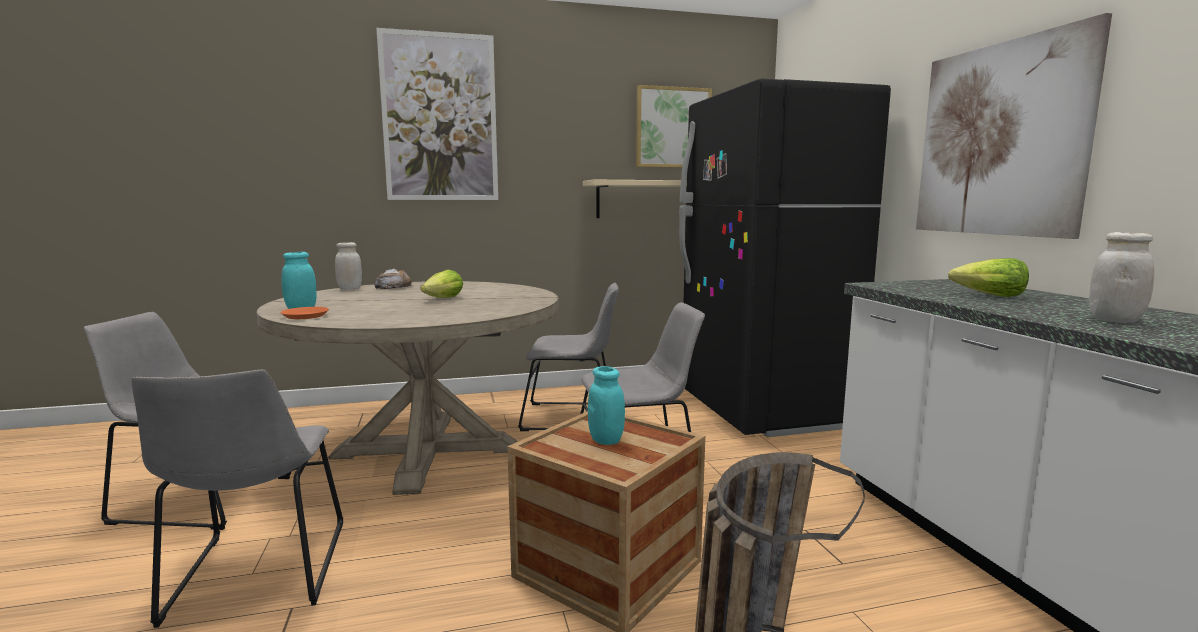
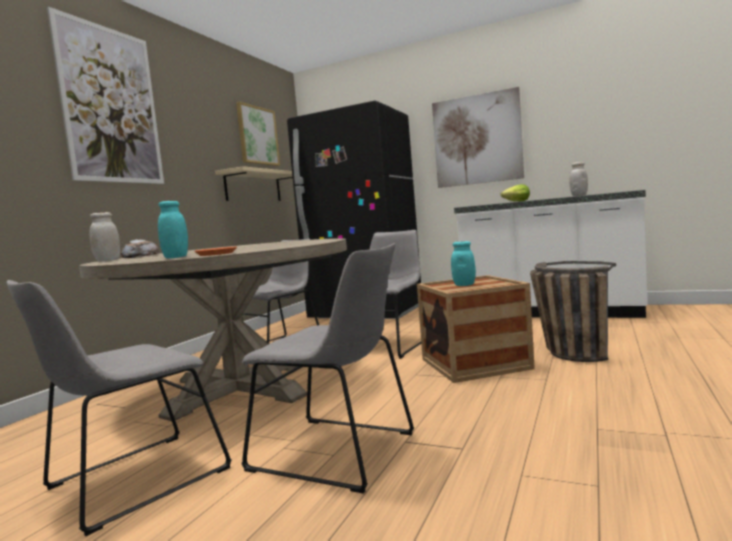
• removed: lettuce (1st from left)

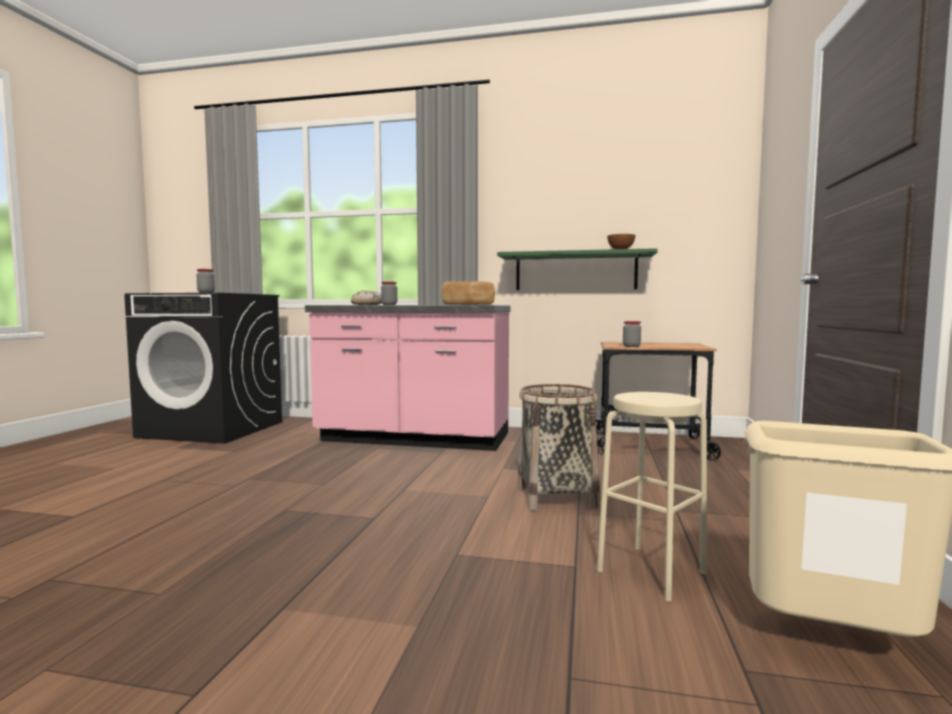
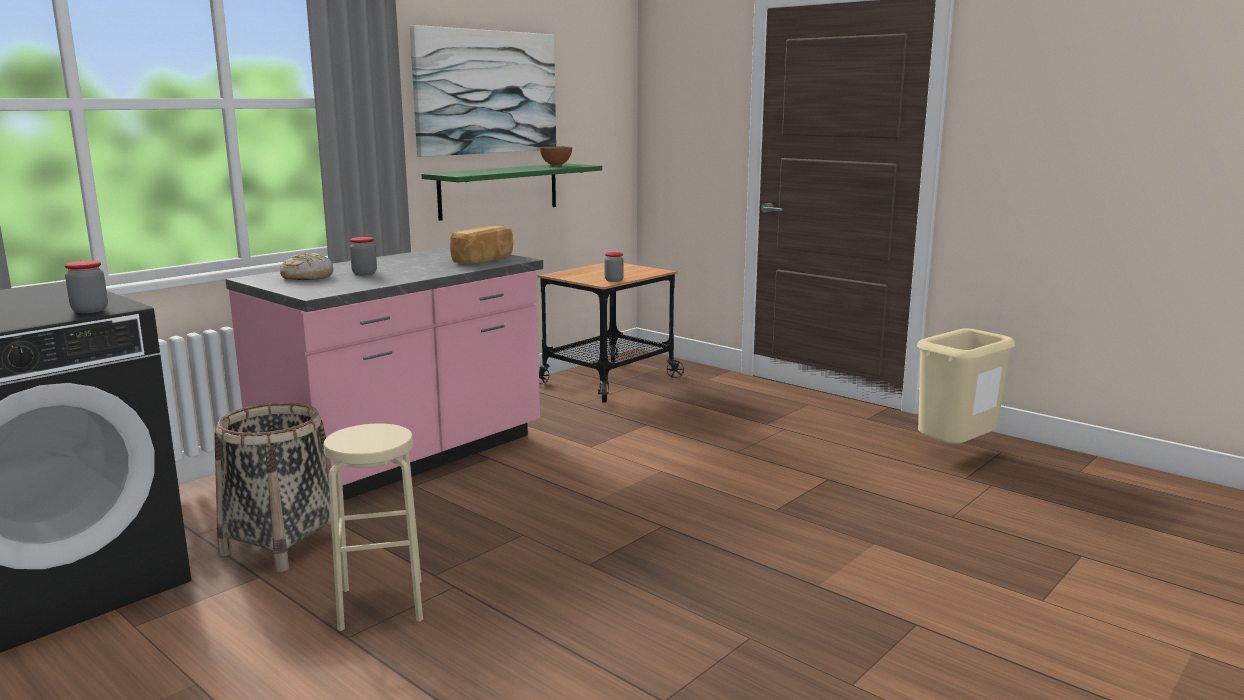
• moved: basket
• moved: stool in beige
• added: picture

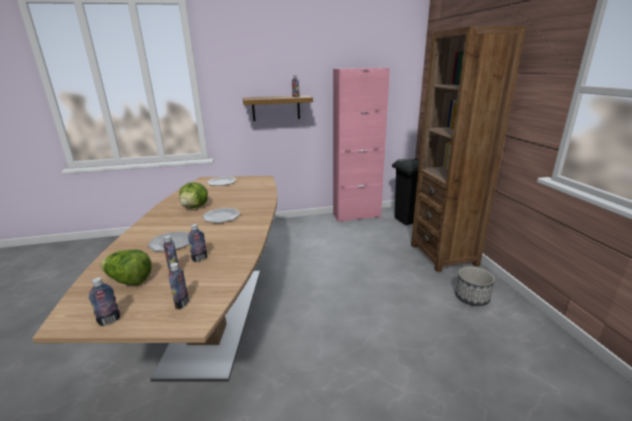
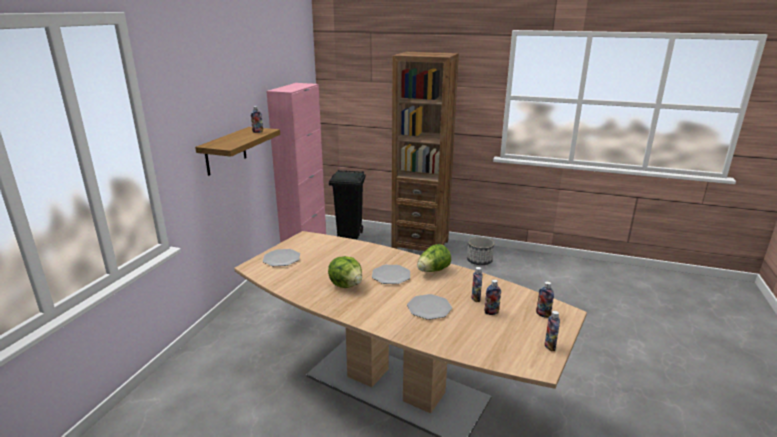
• moved: lettuce (1st from left in the first image) to lettuce (2nd from left)

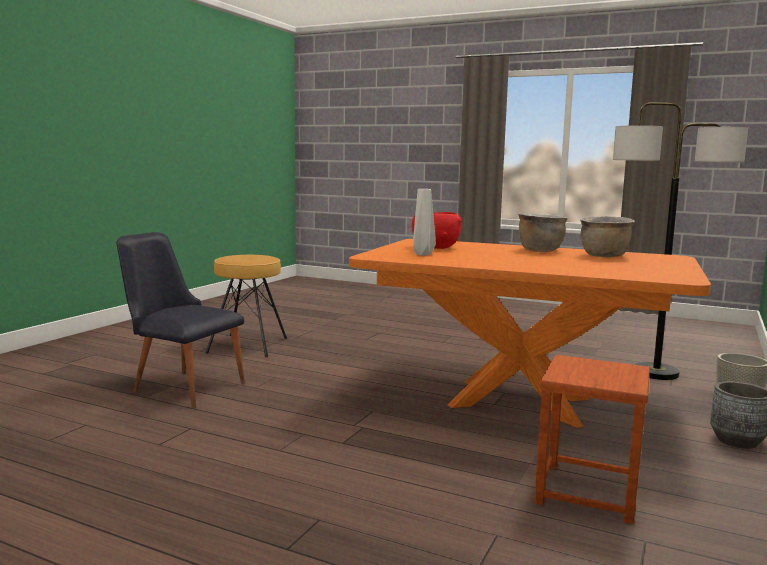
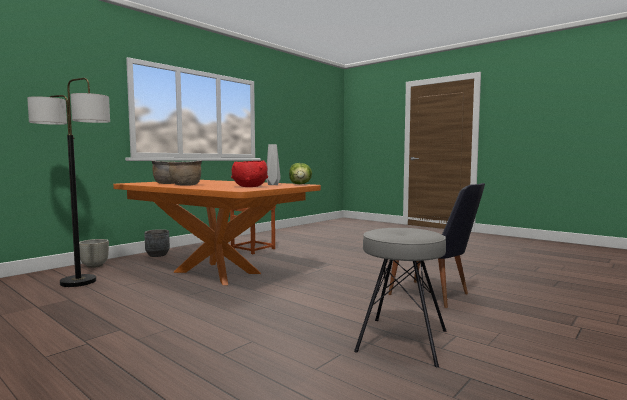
• added: lettuce
• recoloured: stool in brown (1st from left) to stool in grey

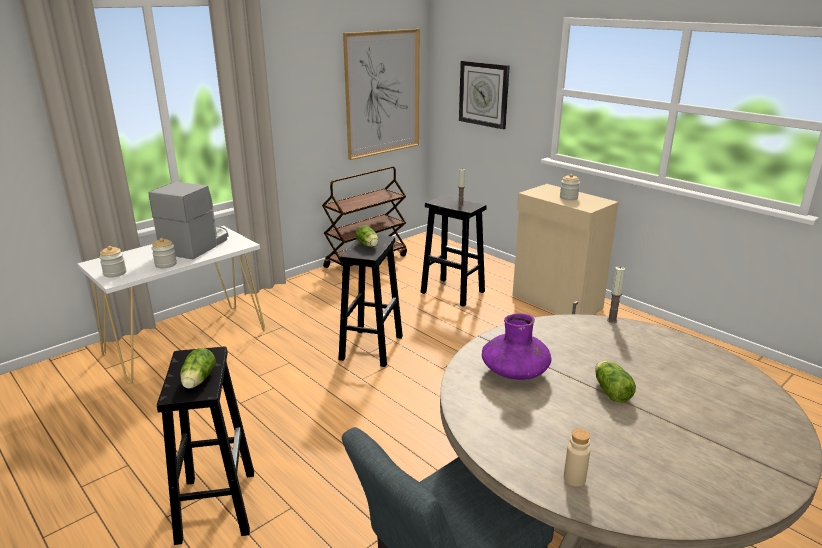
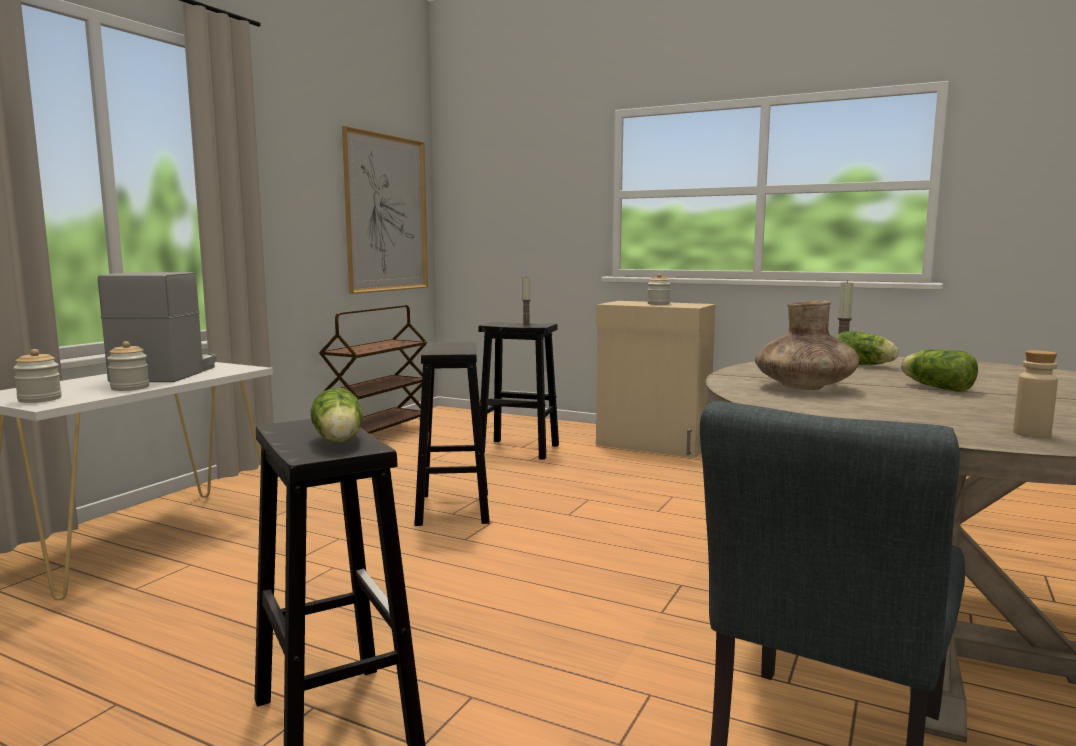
• recoloured: vase in purple to vase in brown
• moved: lettuce (2nd from left)
• removed: wall clock

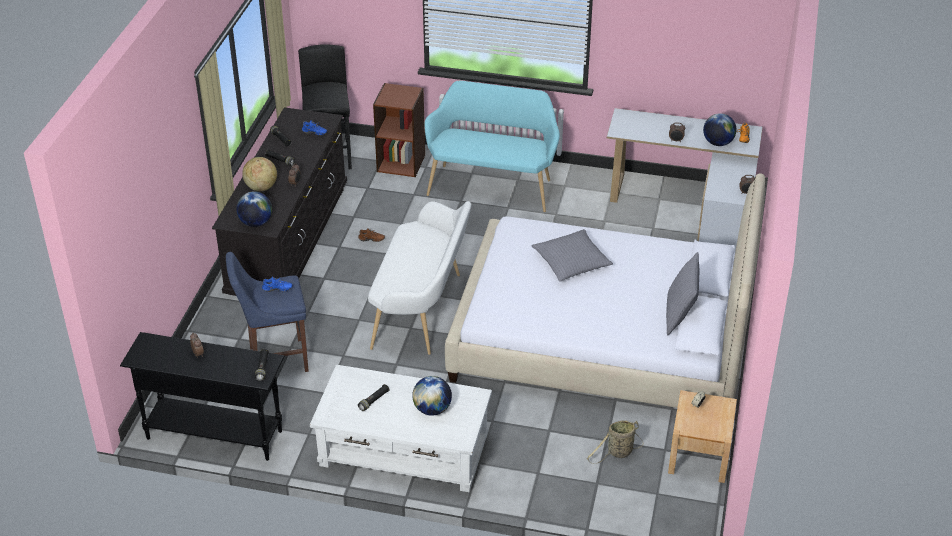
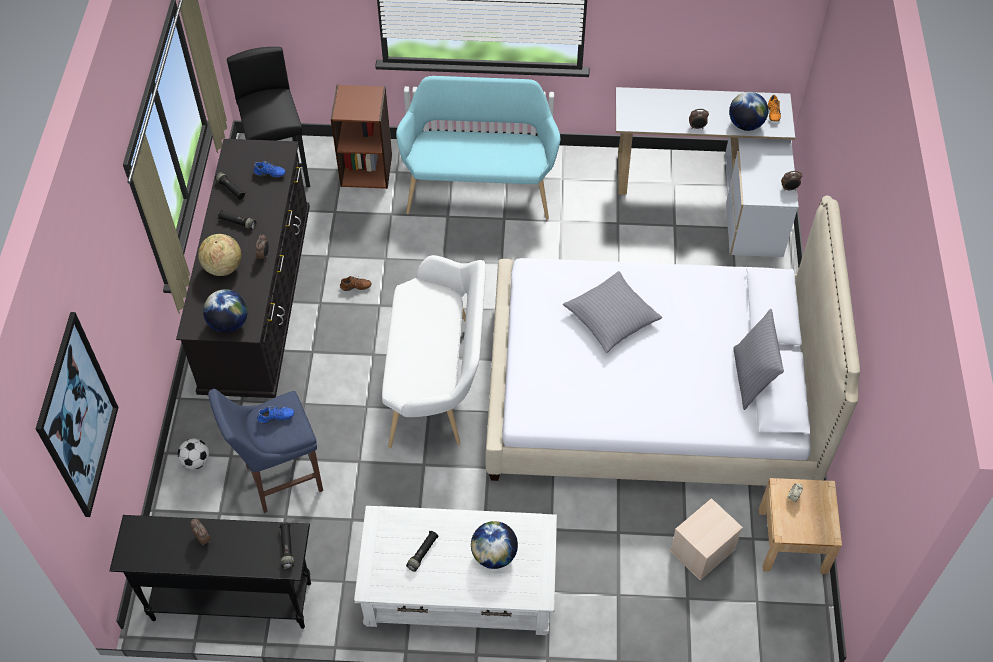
• added: picture
• added: football
• replaced: basket to storage box in beige

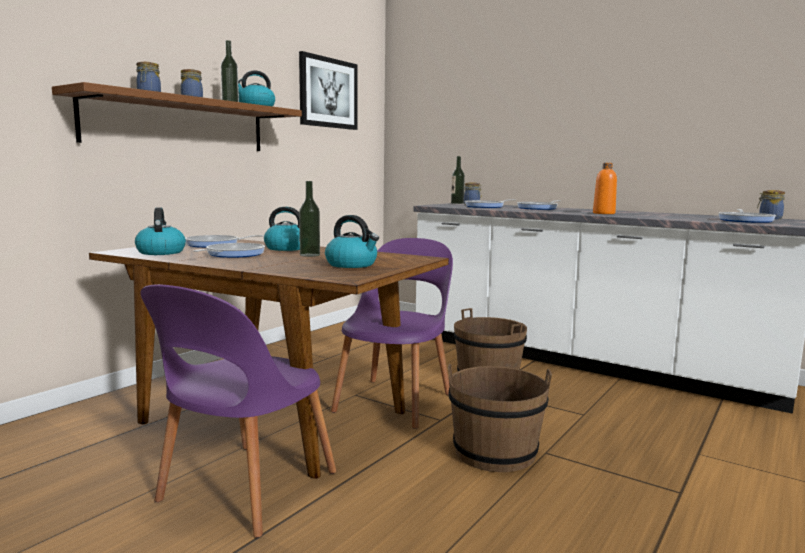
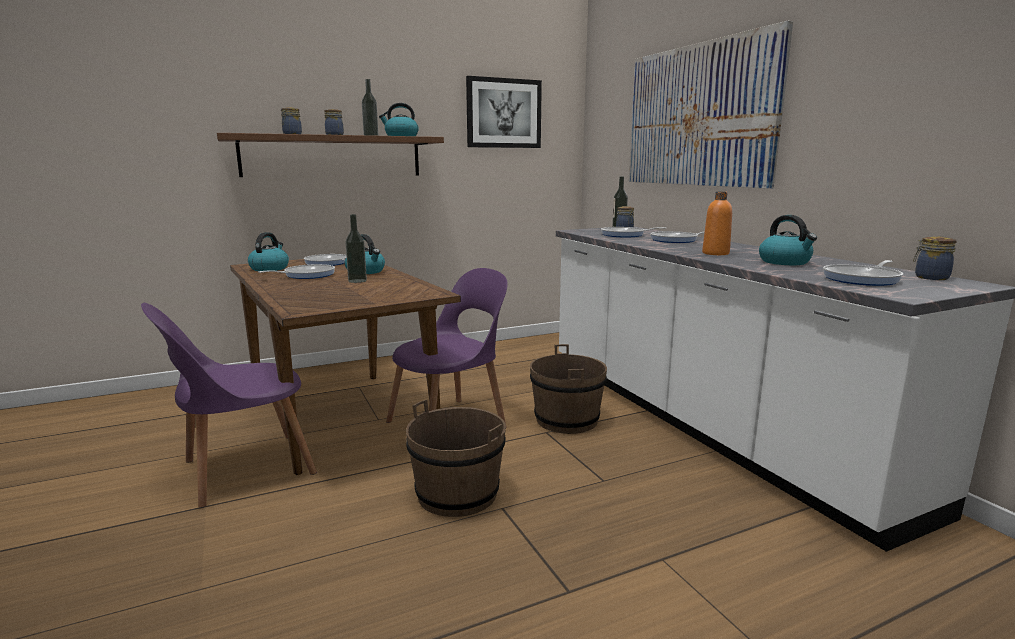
• added: picture (2nd from left)
• moved: kettle (4th from left)

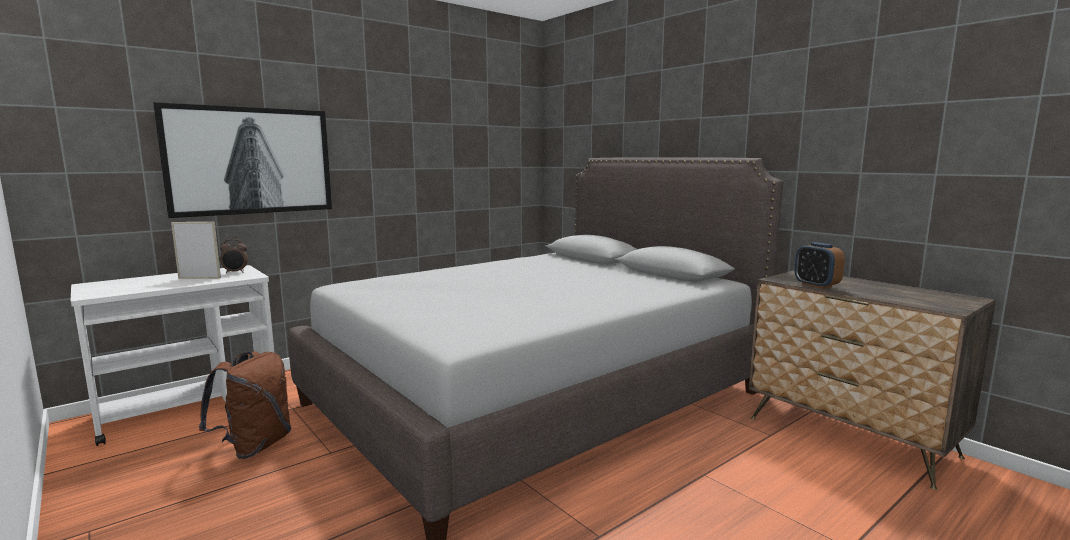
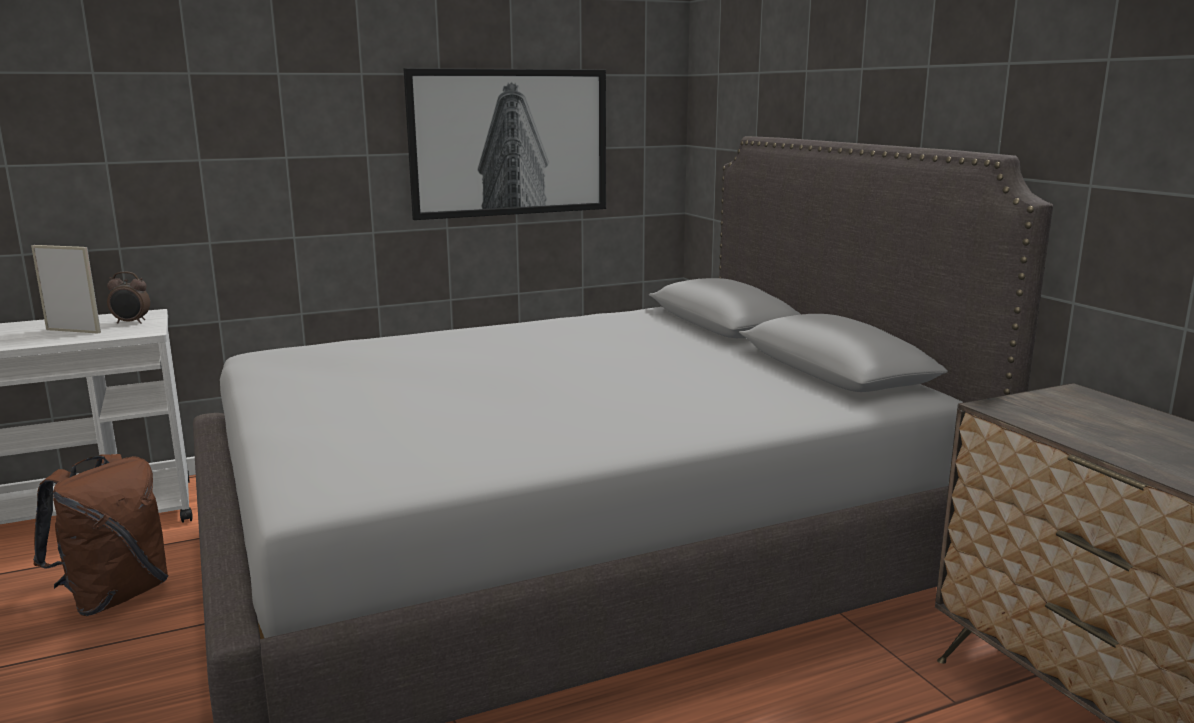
• moved: picture
• removed: alarm clock (2nd from left)

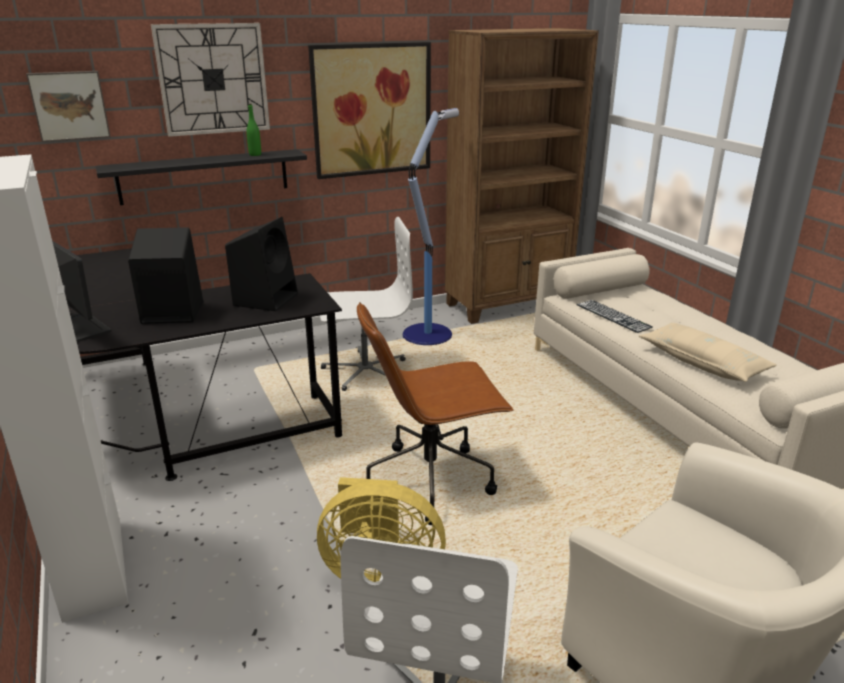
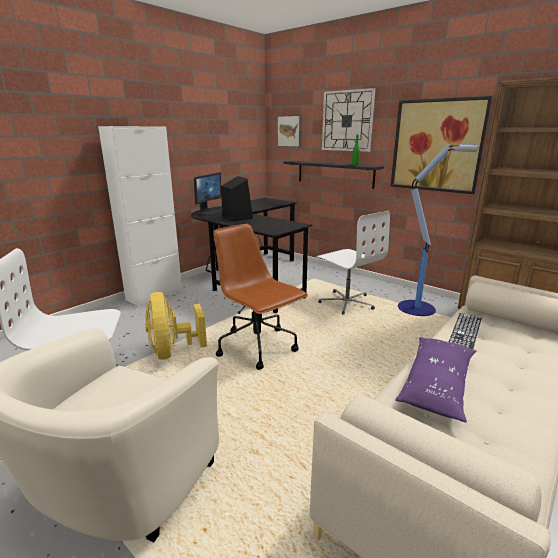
• recoloured: pillow in beige to pillow in purple
• removed: speaker in black (2nd from left)

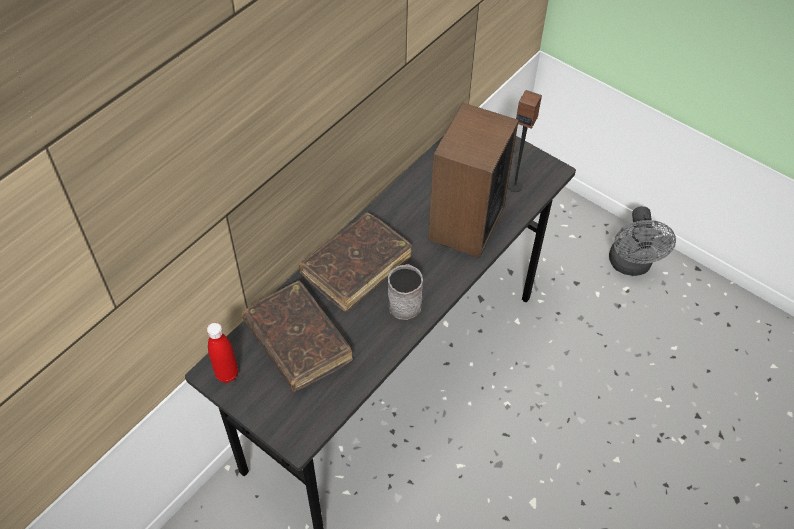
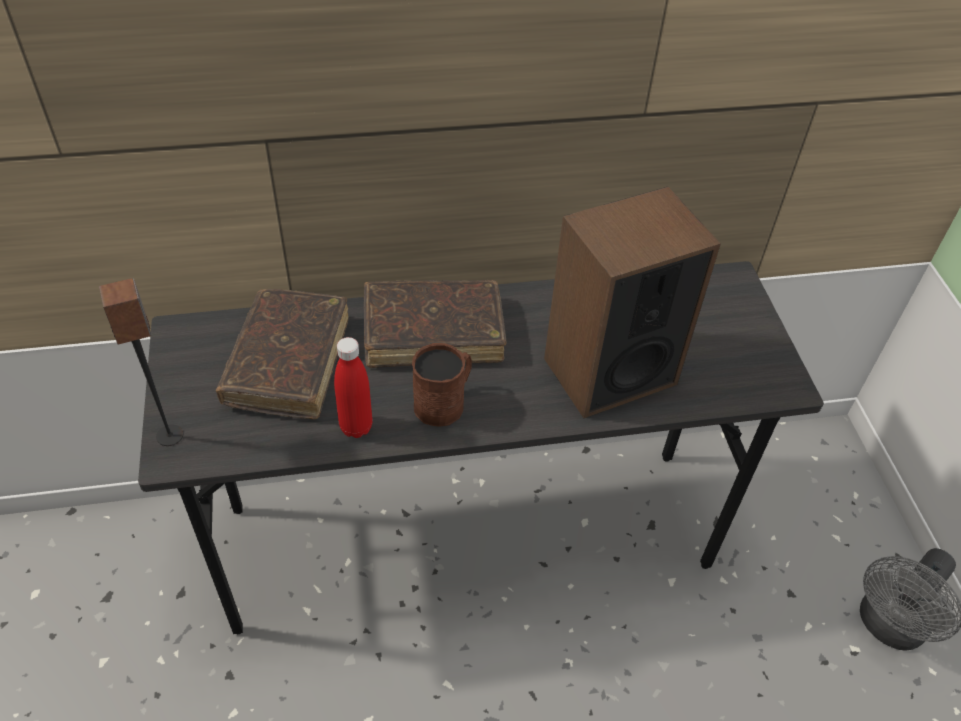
• moved: speaker (2nd from left in the first image) to speaker (1st from left)
• moved: bottle in red
• recoloured: mug in grey to mug in brown

